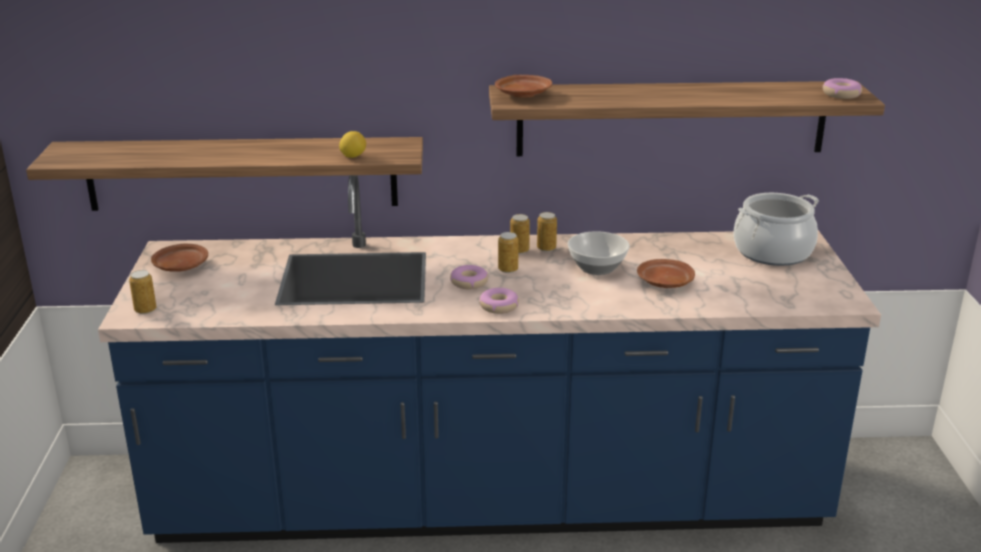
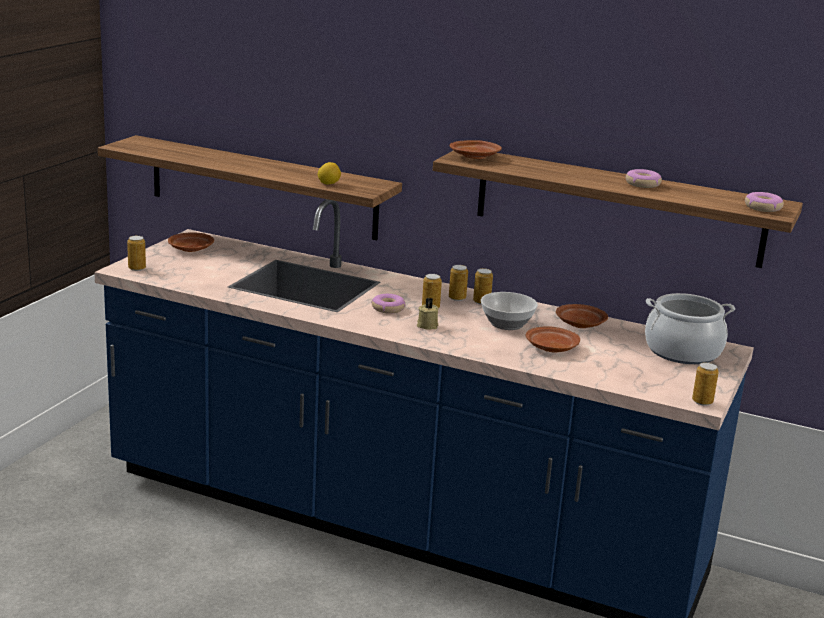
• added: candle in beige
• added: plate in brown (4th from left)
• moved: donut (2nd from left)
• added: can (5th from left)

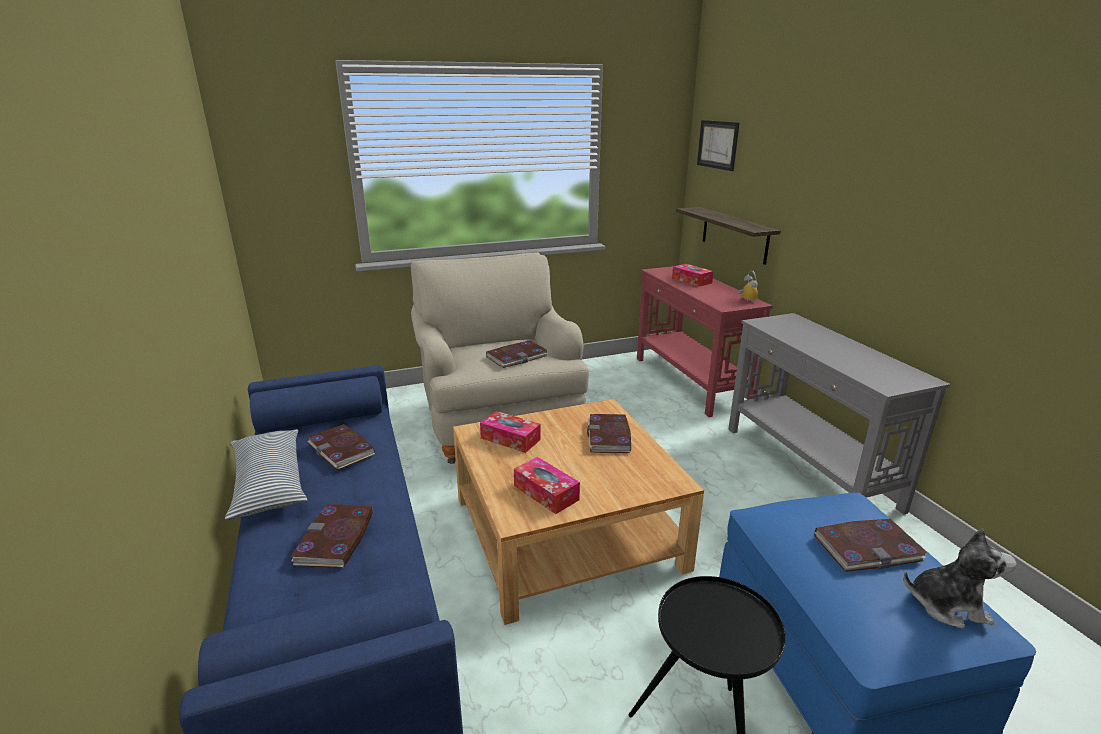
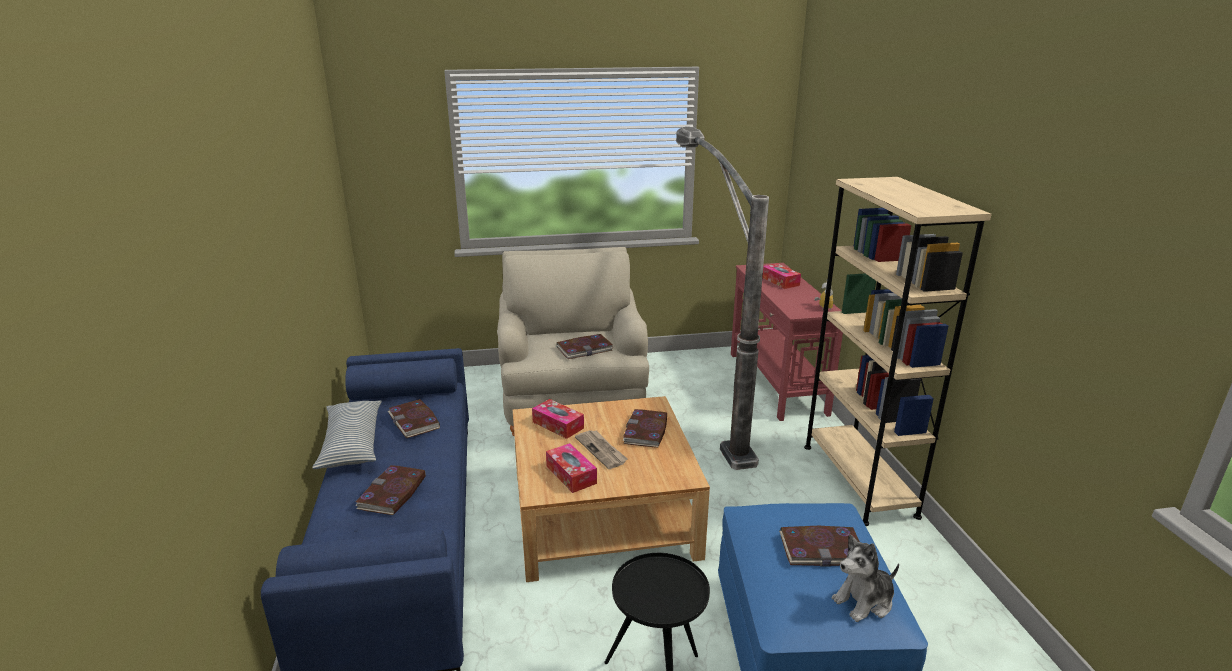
• added: newspaper
• added: floor lamp
• replaced: console table in grey to bookcase in beige
• turned: plush toy 135 degrees clockwise
• removed: shelf
• removed: picture

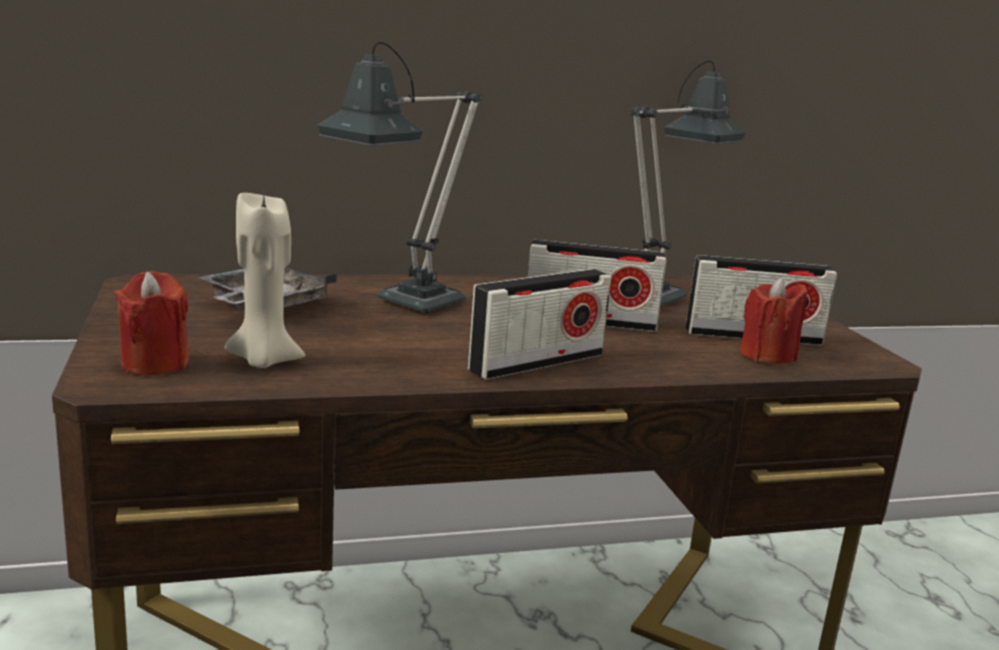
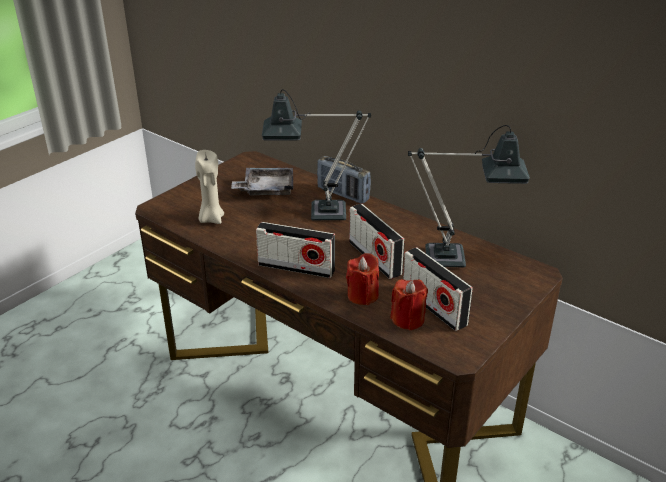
• added: radio (2nd from left)
• moved: candle in red (1st from left)

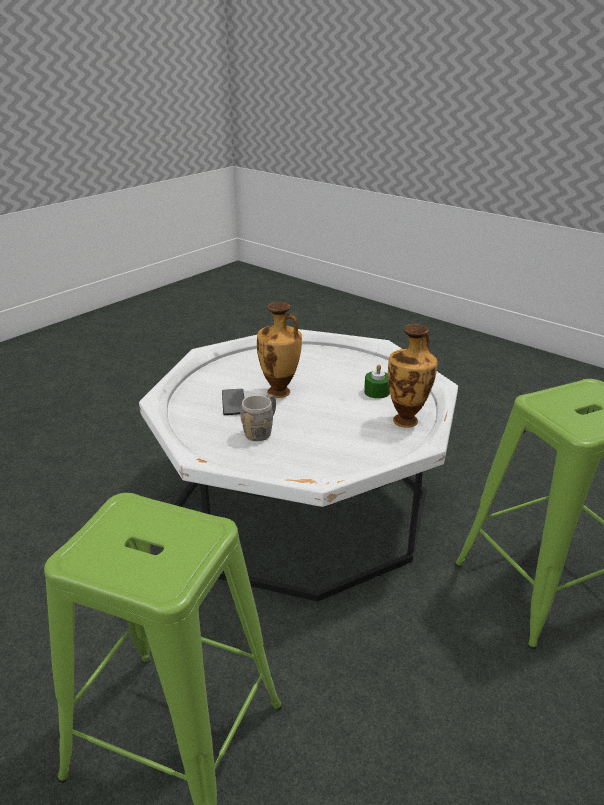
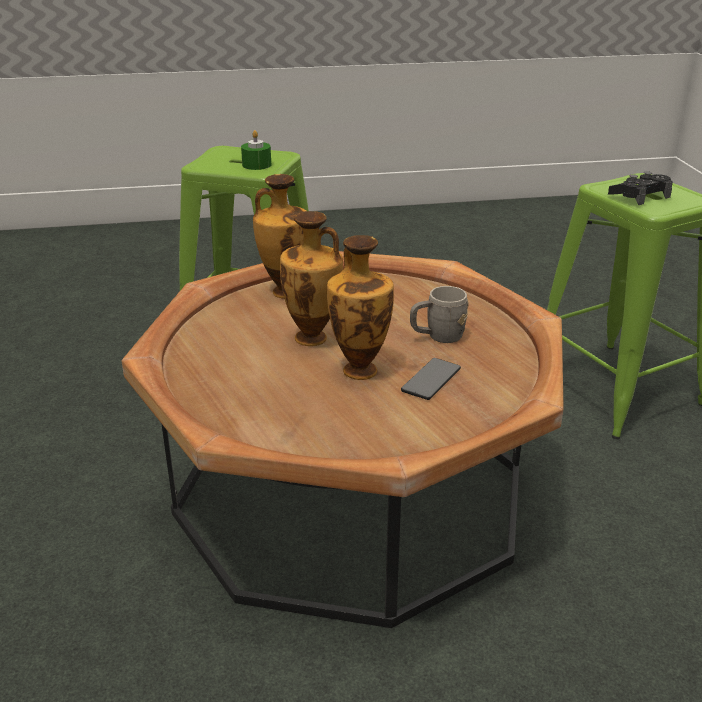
• recoloured: coffee table in white to coffee table in brown
• moved: candle in green
• added: vase (2nd from left)
• added: game controller in black

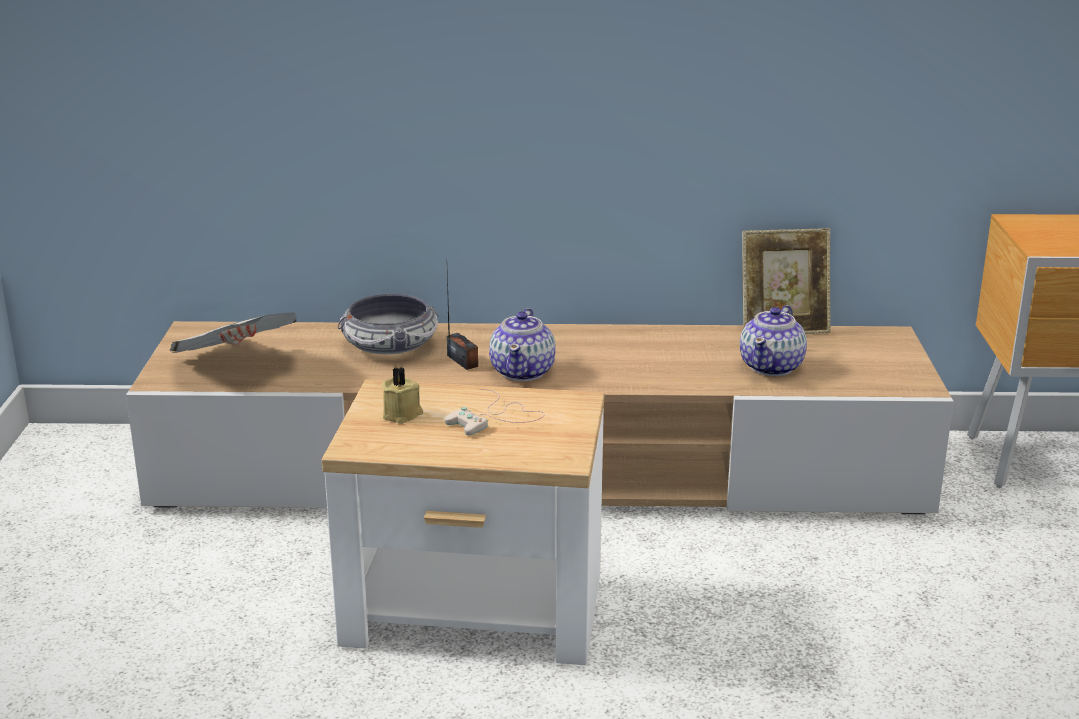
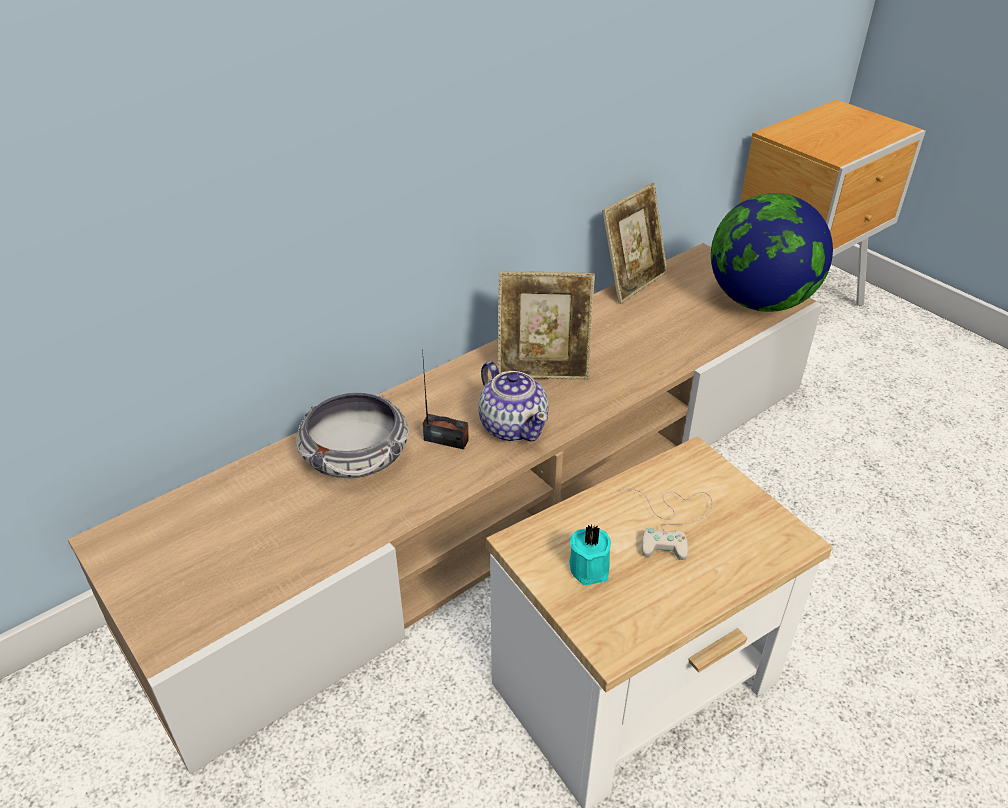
• added: picture frame (1st from left)
• recoloured: candle in beige to candle in turquoise
• added: globe
• removed: newspaper
• removed: teapot (2nd from left)

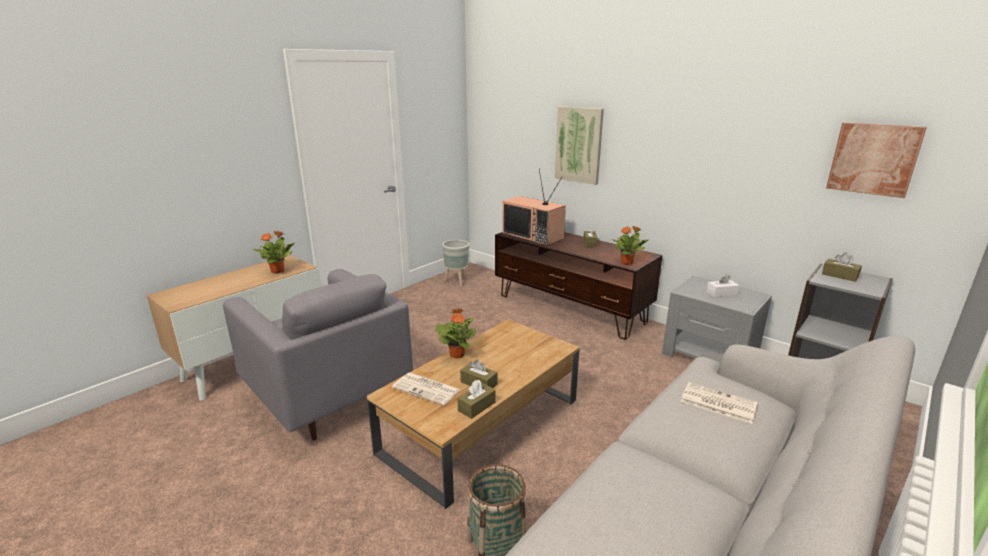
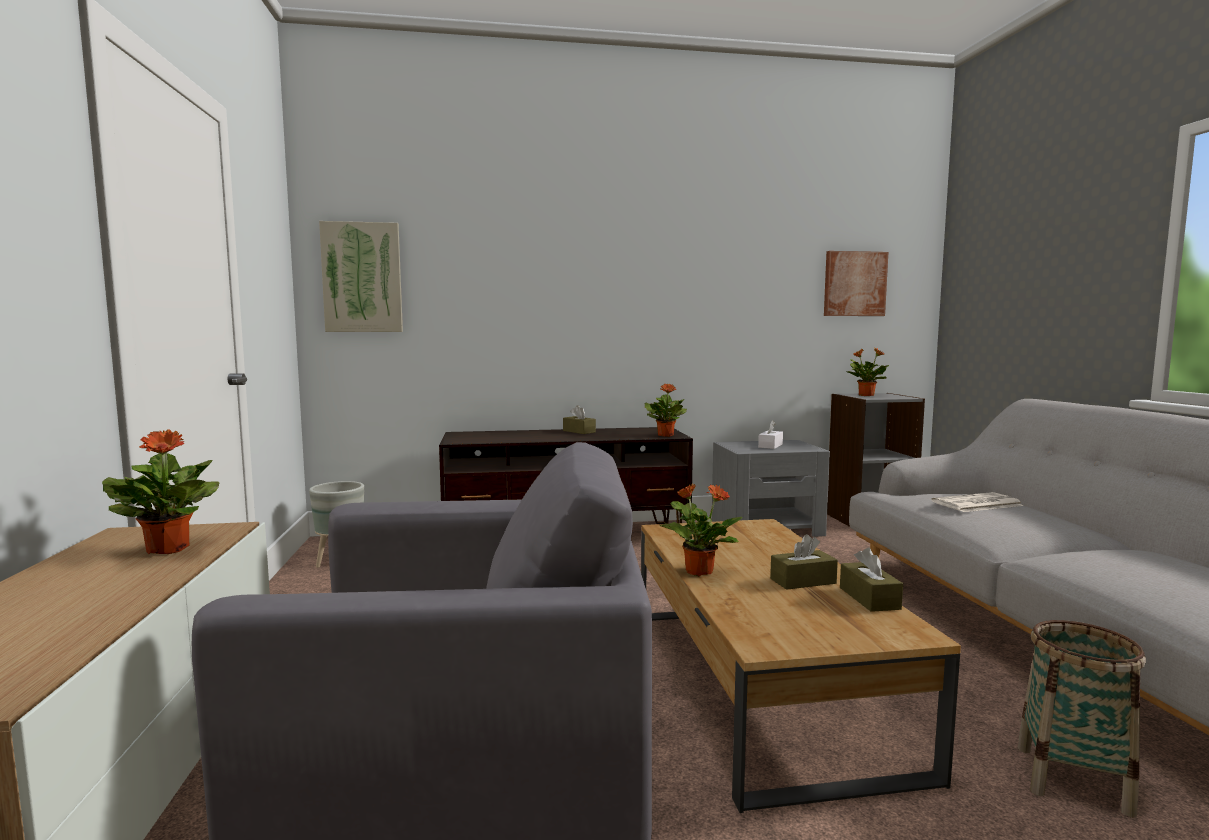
• moved: picture (1st from left)
• replaced: tissue box in brown (4th from left) to potted plant (4th from left)
• removed: newspaper (1st from left)
• removed: television

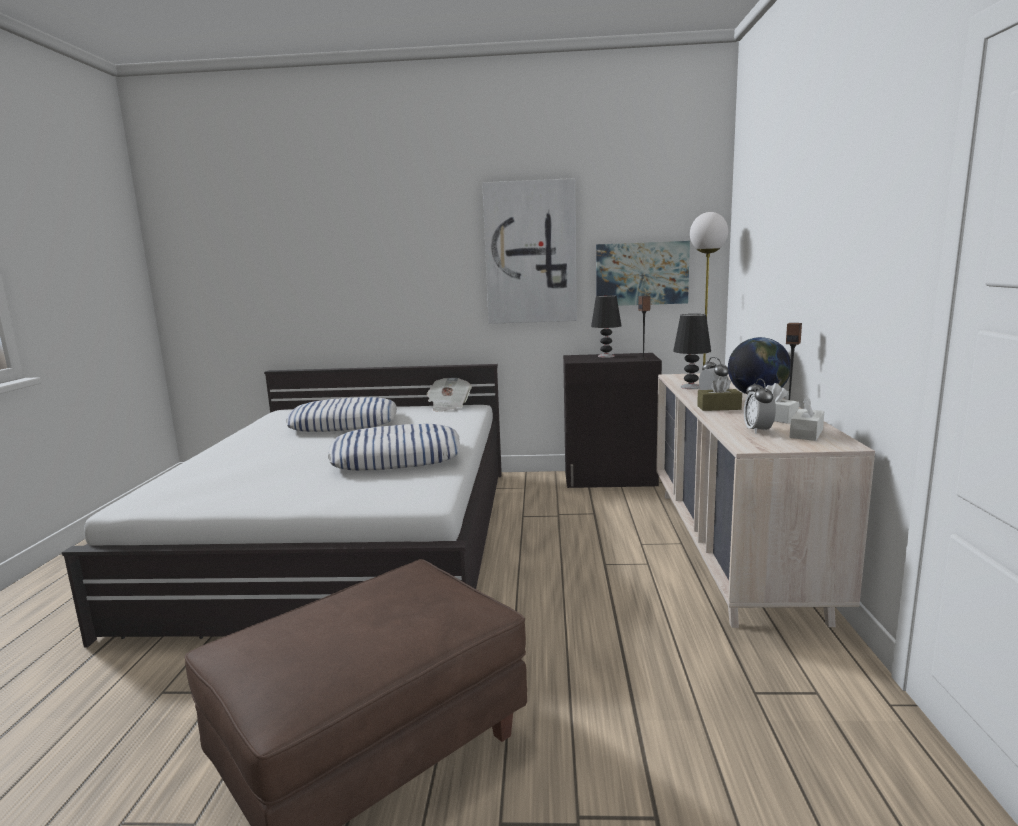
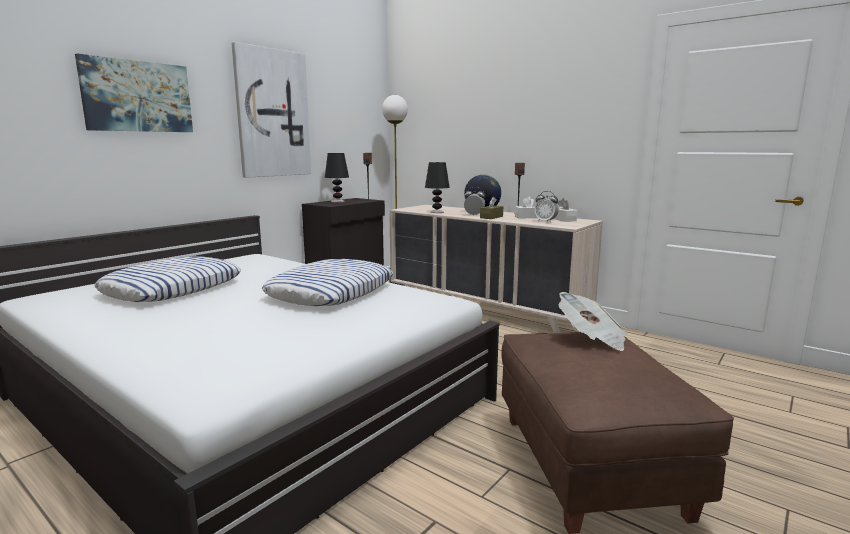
• moved: picture (2nd from left in the first image) to picture (1st from left)
• moved: newspaper

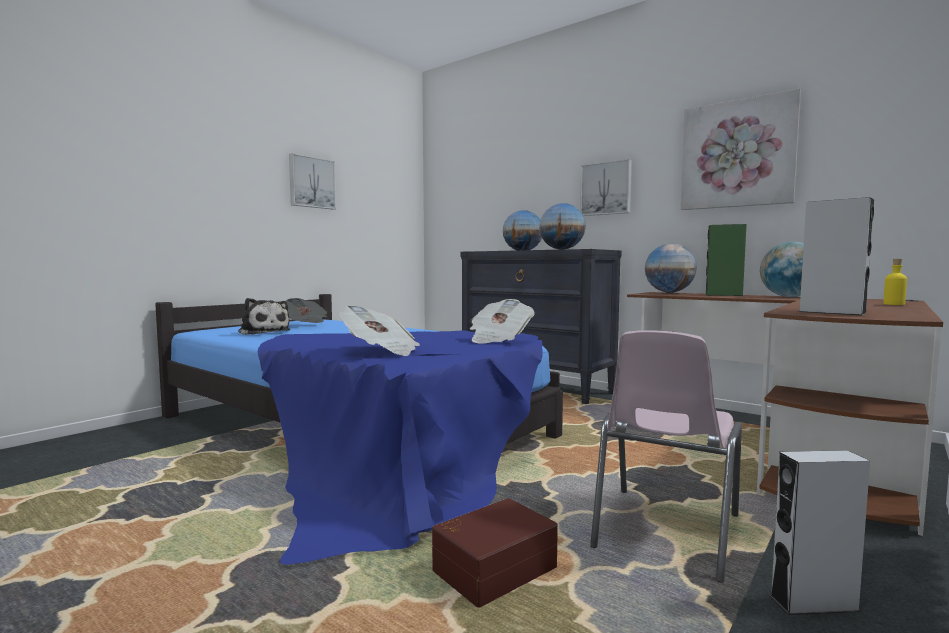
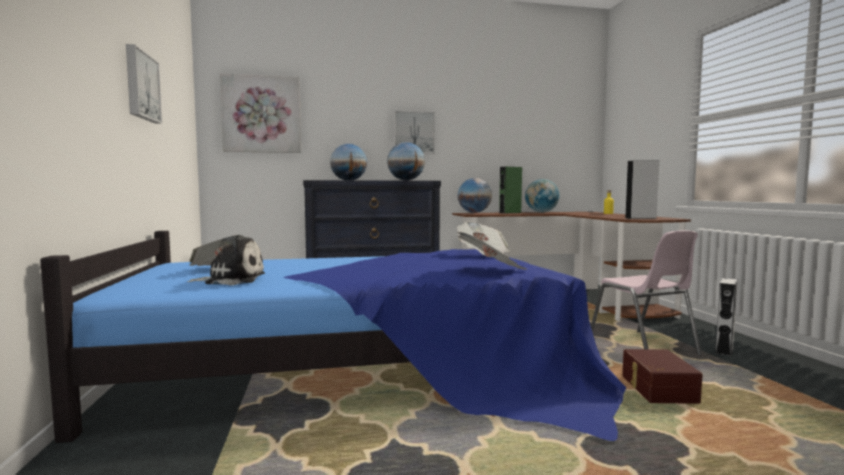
• moved: picture (3rd from left in the first image) to picture (2nd from left)

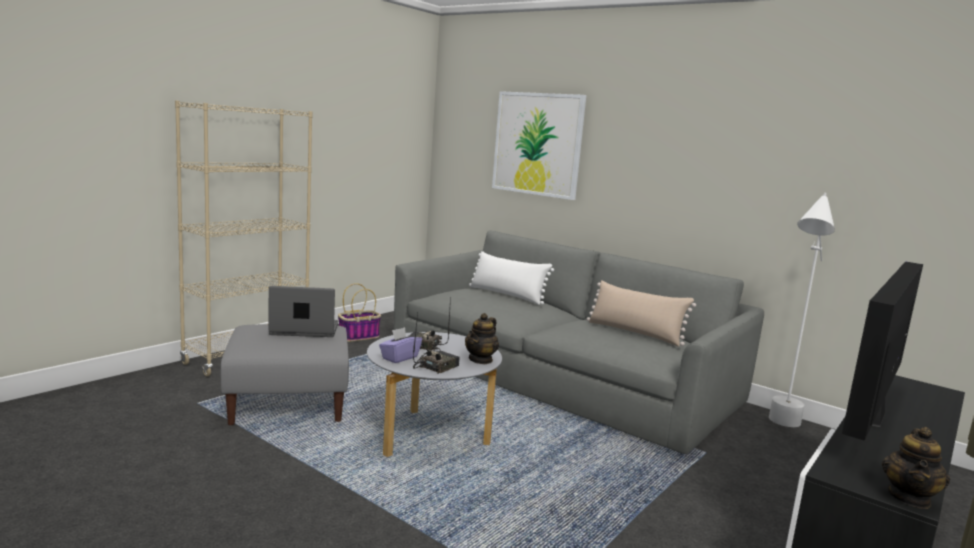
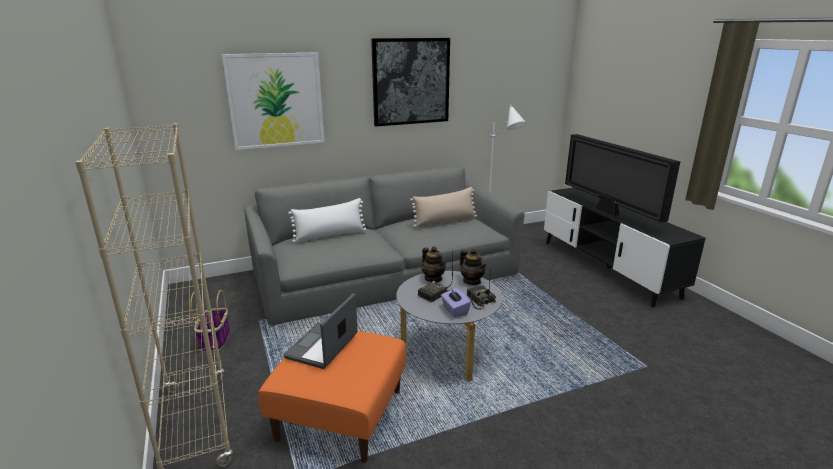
• recoloured: ottoman in grey to ottoman in orange
• added: picture (2nd from left)
• moved: teapot (2nd from left in the first image) to teapot (1st from left)

